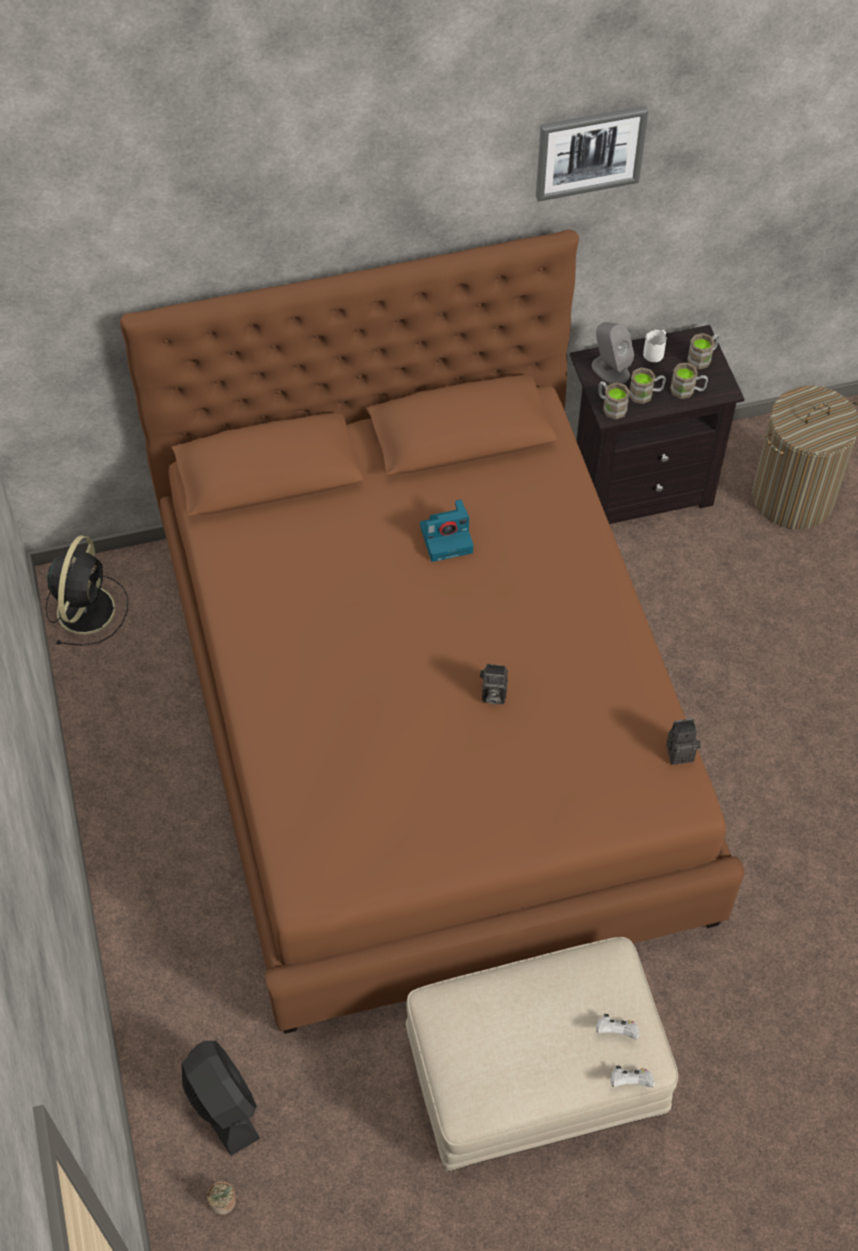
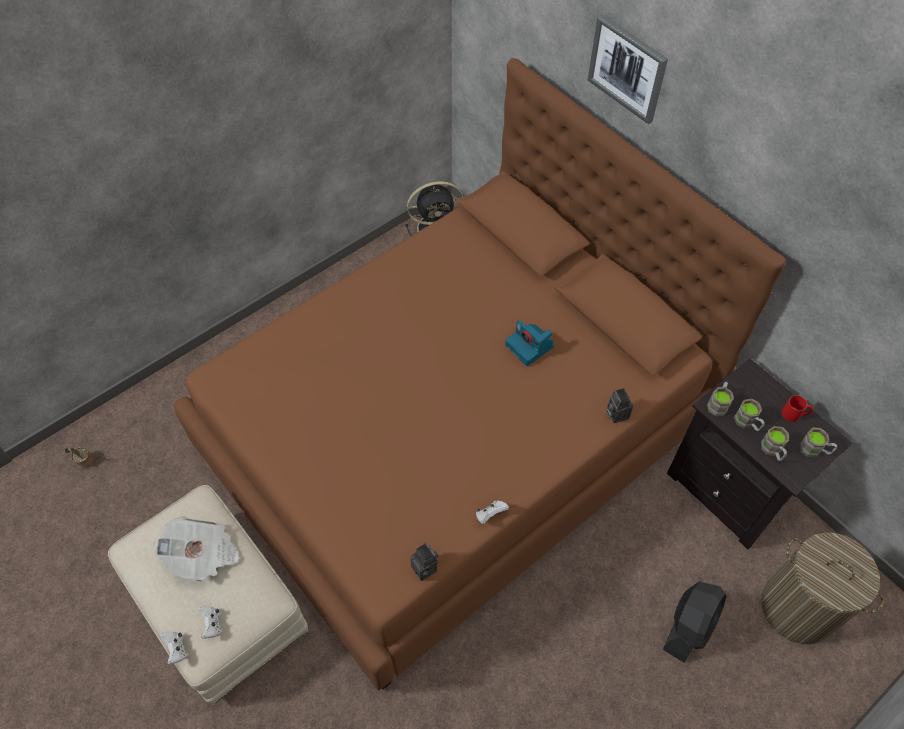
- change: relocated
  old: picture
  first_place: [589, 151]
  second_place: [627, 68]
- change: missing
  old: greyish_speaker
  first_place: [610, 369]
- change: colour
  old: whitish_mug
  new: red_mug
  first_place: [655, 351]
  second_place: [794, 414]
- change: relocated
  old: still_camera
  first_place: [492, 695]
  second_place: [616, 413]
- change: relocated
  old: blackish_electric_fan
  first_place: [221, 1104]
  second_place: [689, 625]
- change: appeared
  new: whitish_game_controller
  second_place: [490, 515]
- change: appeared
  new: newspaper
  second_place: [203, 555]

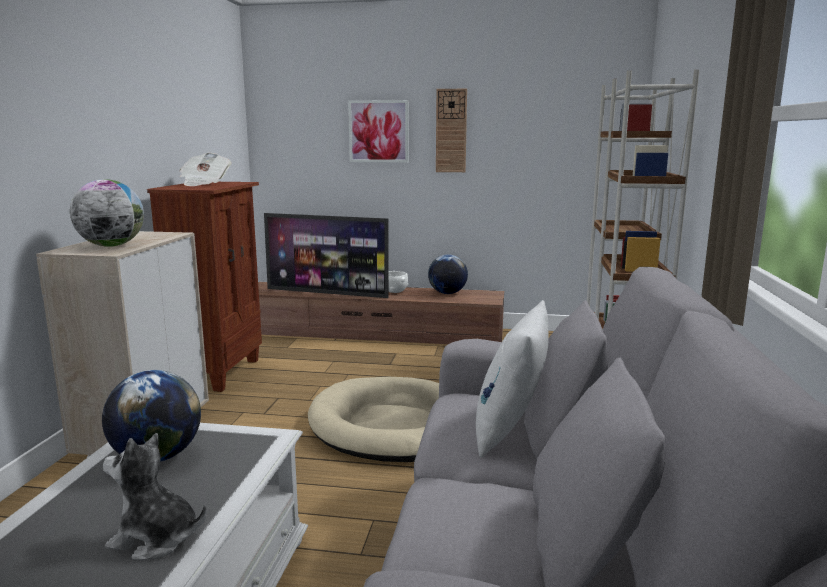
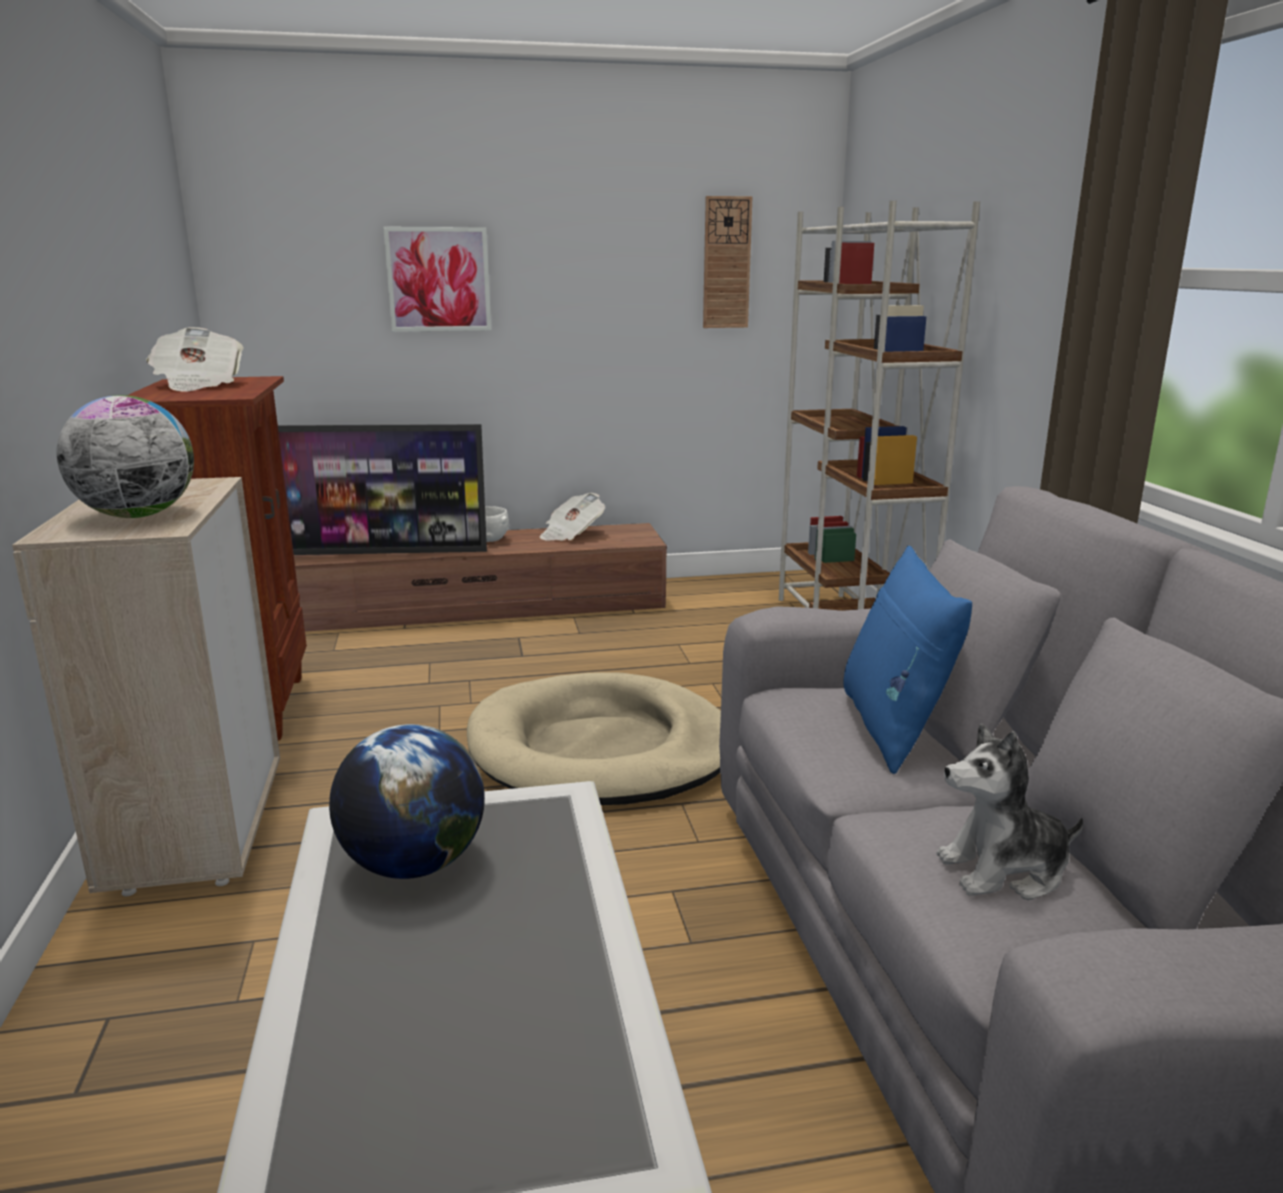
- change: relocated
  old: hanging_clock
  first_place: [451, 131]
  second_place: [726, 263]
- change: exchanged
  old: world_globe
  new: newspaper
  first_place: [447, 293]
  second_place: [571, 535]
- change: colour
  old: greyish_pillow
  new: blue-coloured_pillow
  first_place: [510, 430]
  second_place: [893, 730]
- change: relocated
  old: plush_toy
  first_place: [155, 539]
  second_place: [1004, 870]

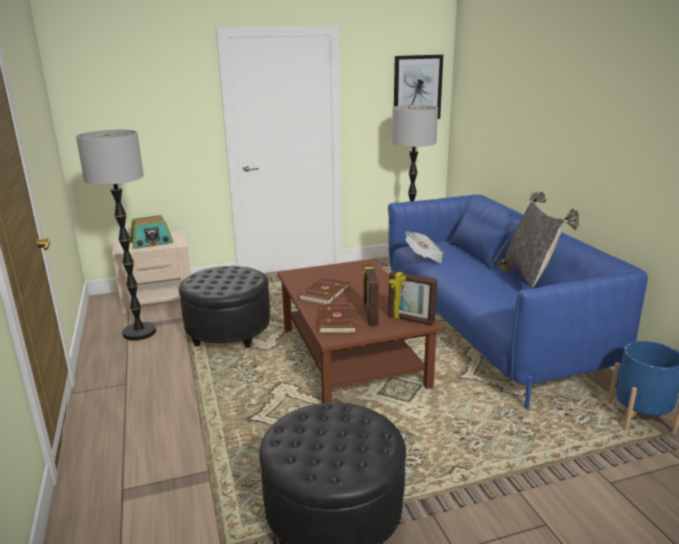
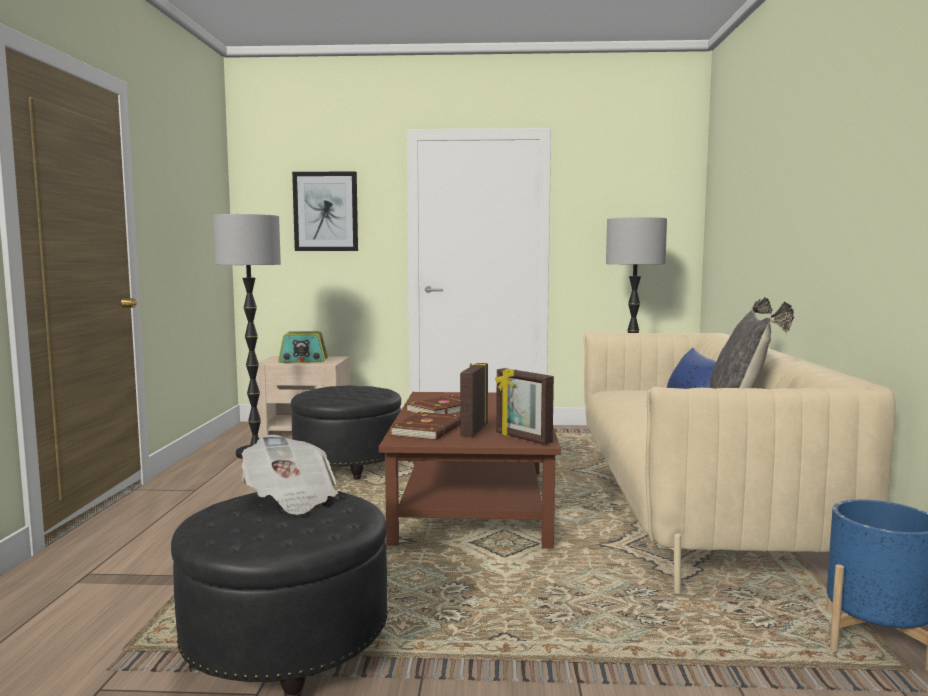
- change: relocated
  old: picture
  first_place: [417, 88]
  second_place: [325, 211]
- change: colour
  old: blue-coloured_couch
  new: sand-coloured_couch
  first_place: [487, 328]
  second_place: [691, 504]
- change: relocated
  old: newspaper
  first_place: [424, 257]
  second_place: [290, 498]

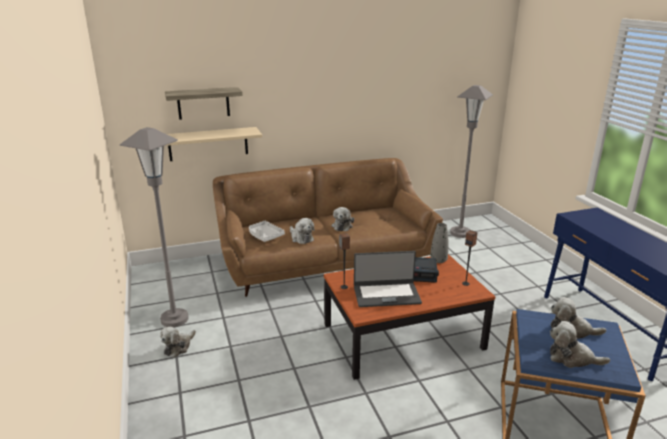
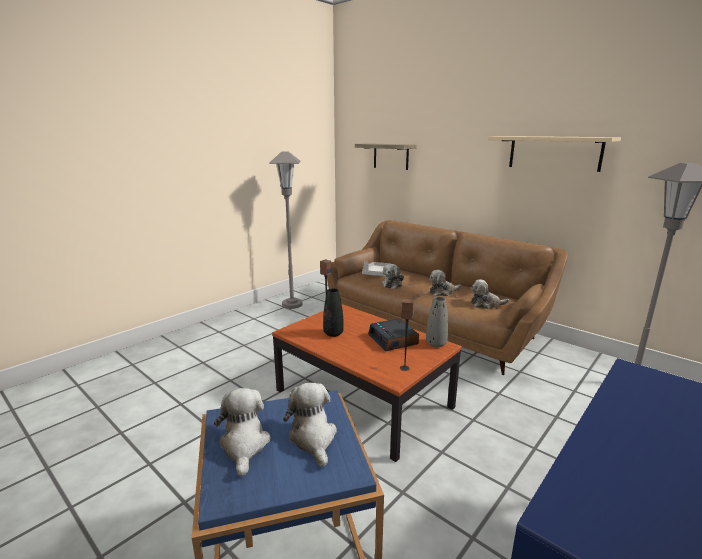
- change: relocated
  old: sand-coloured_bracket_shelf
  first_place: [208, 144]
  second_place: [554, 153]
- change: exchanged
  old: laptop
  new: blackish_decorative_vase
  first_place: [386, 294]
  second_place: [333, 333]
- change: relocated
  old: plush_toy
  first_place: [178, 347]
  second_place: [486, 304]

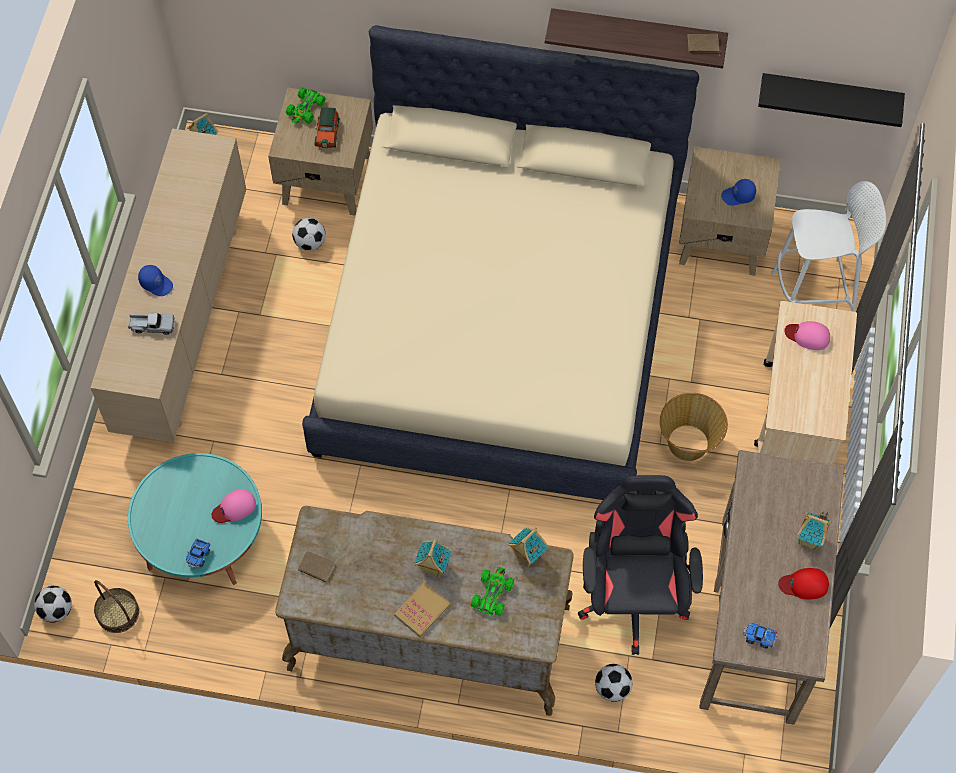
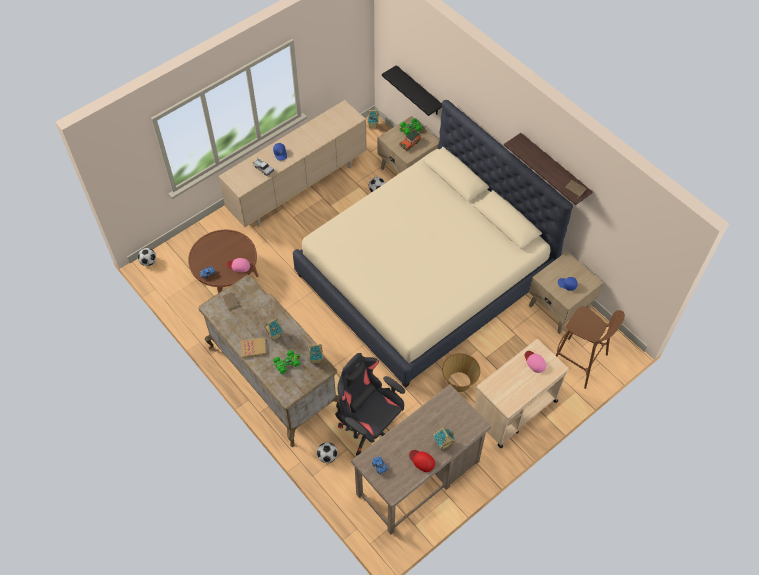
- change: relocated
  old: blackish_bracket_shelf
  first_place: [830, 94]
  second_place: [419, 91]
- change: colour
  old: whitish_stool_seat
  new: brown-coloured_stool_seat
  first_place: [814, 295]
  second_place: [579, 362]
- change: colour
  old: turquoise_low_table
  new: brown-coloured_low_table
  first_place: [202, 536]
  second_place: [226, 274]
- change: spun
  old: blackish_desk_chair
  first_place: [633, 602]
  second_place: [370, 428]
  degrees: -90
- change: missing
  old: basket
  first_place: [117, 613]

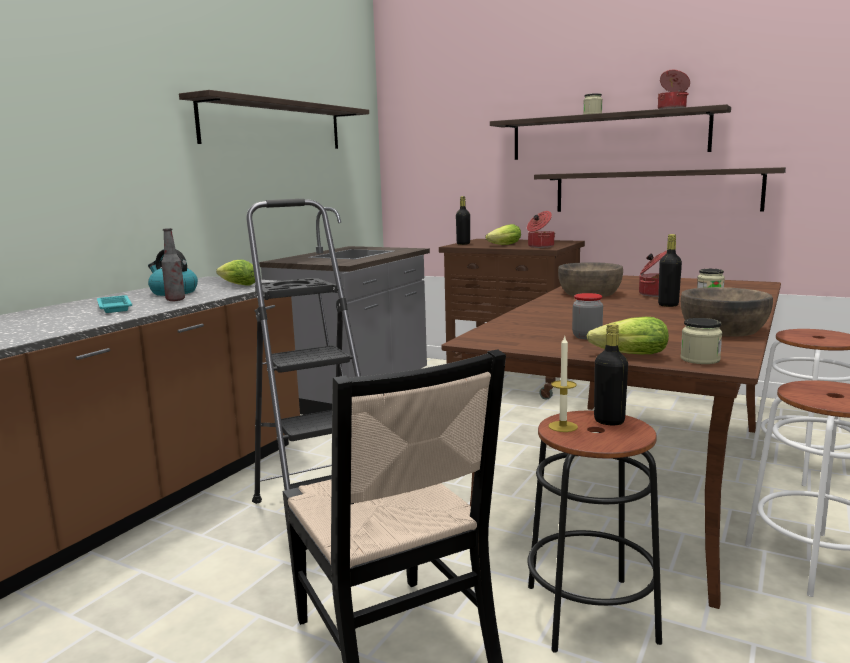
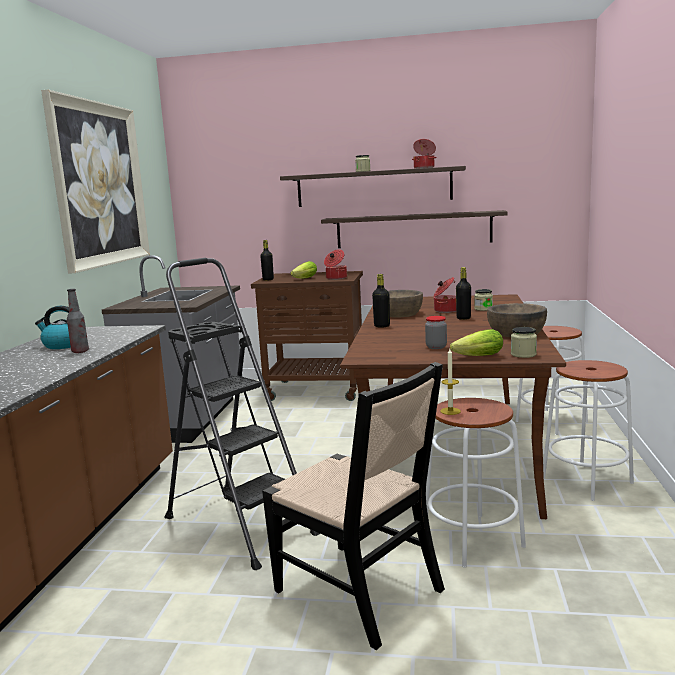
- change: exchanged
  old: bracket_shelf
  new: picture
  first_place: [274, 125]
  second_place: [100, 184]
- change: missing
  old: head_of_lettuce
  first_place: [236, 285]
- change: missing
  old: turquoise_carrying_tray
  first_place: [114, 307]
- change: relocated
  old: blackish_beverage_bottle
  first_place: [609, 421]
  second_place: [382, 326]
- change: colour
  old: blackish_stool_seat
  new: whitish_stool_seat
  first_place: [590, 613]
  second_place: [472, 539]

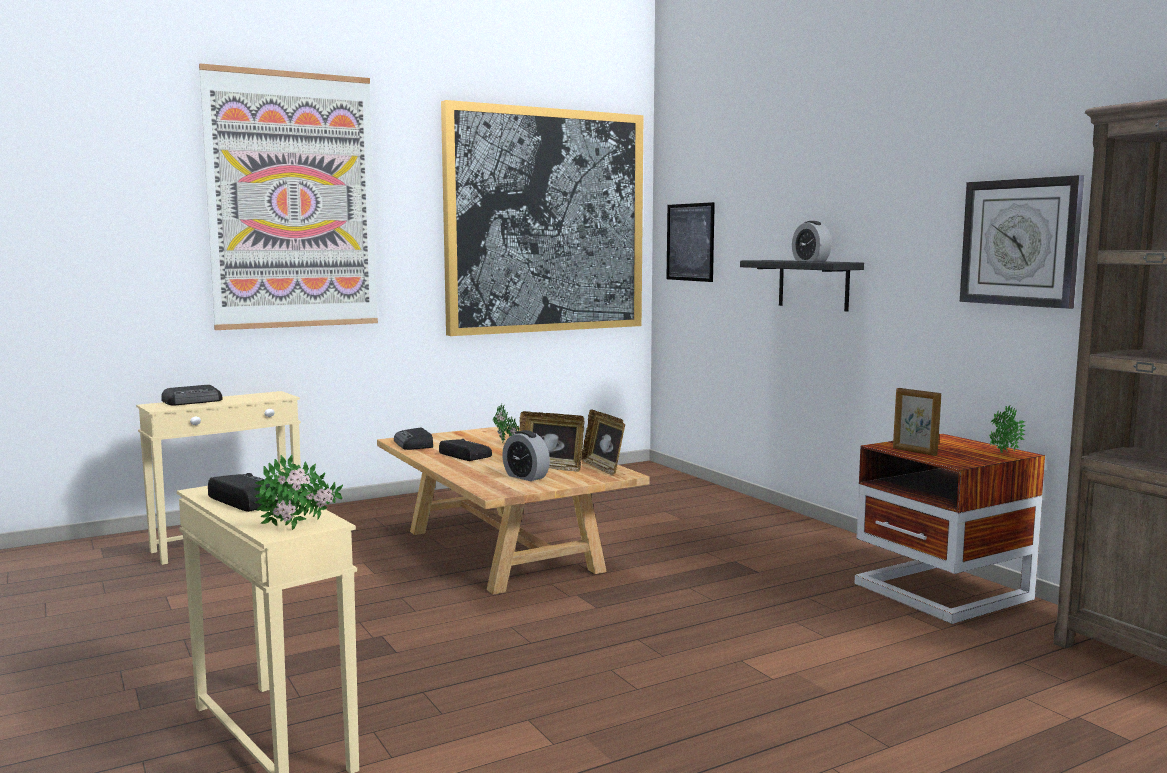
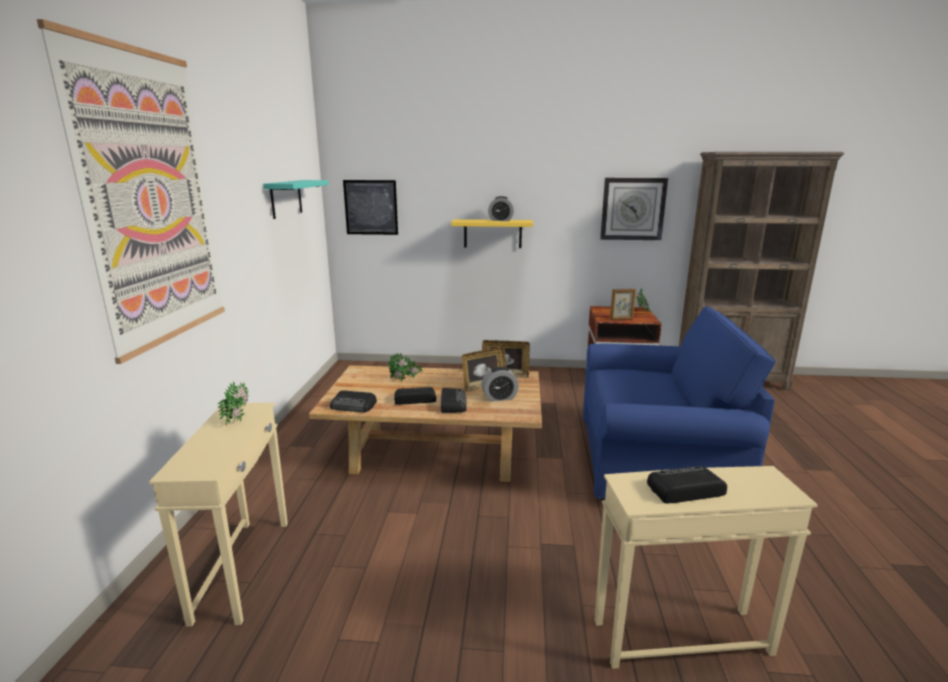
- change: exchanged
  old: picture
  new: turquoise_bracket_shelf
  first_place: [545, 221]
  second_place: [286, 198]
- change: colour
  old: blackish_bracket_shelf
  new: yellow_bracket_shelf
  first_place: [813, 284]
  second_place: [492, 233]
- change: relocated
  old: radio_set
  first_place: [193, 401]
  second_place: [452, 403]
- change: relocated
  old: plant_in_a_pot
  first_place: [301, 527]
  second_place: [240, 419]
- change: appeared
  new: blue-coloured_easy_chair
  second_place: [654, 463]

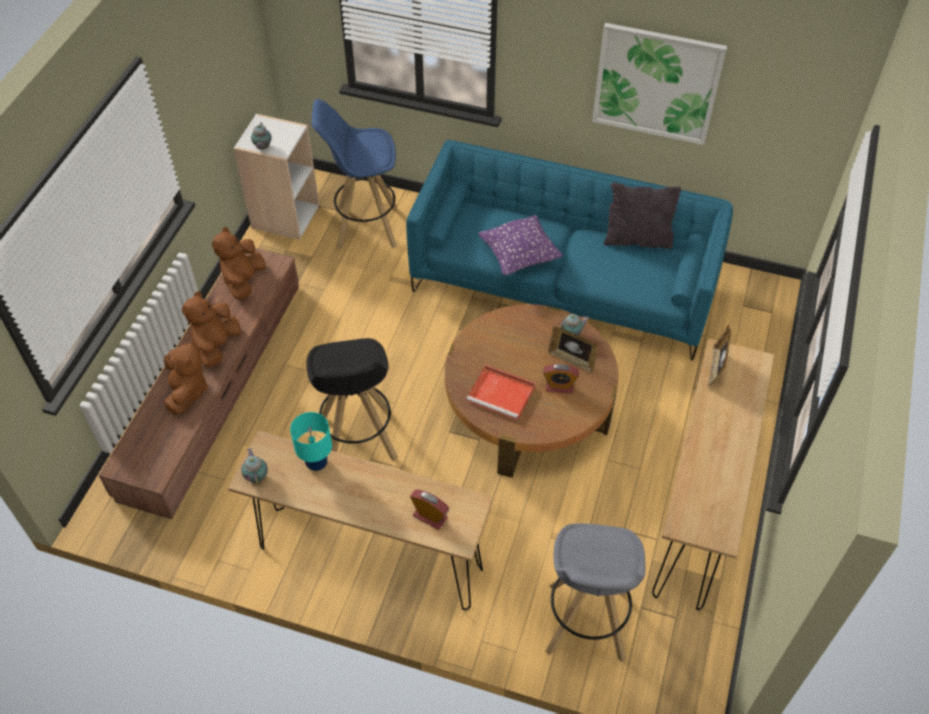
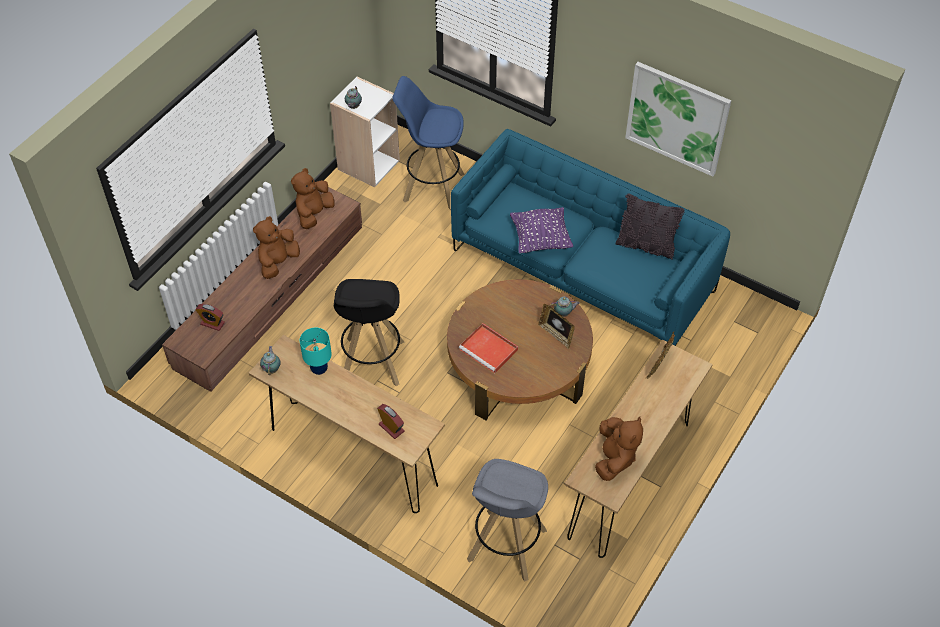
- change: relocated
  old: brown-coloured_plush_toy
  first_place: [187, 391]
  second_place: [614, 458]
- change: relocated
  old: alarm_clock
  first_place: [559, 386]
  second_place: [212, 323]

